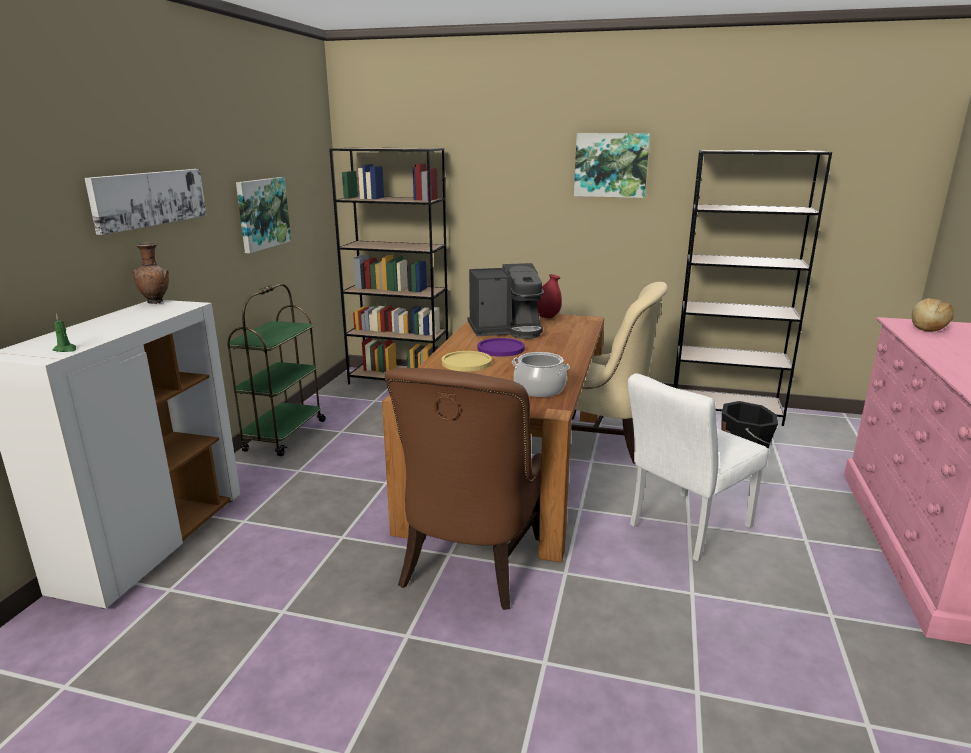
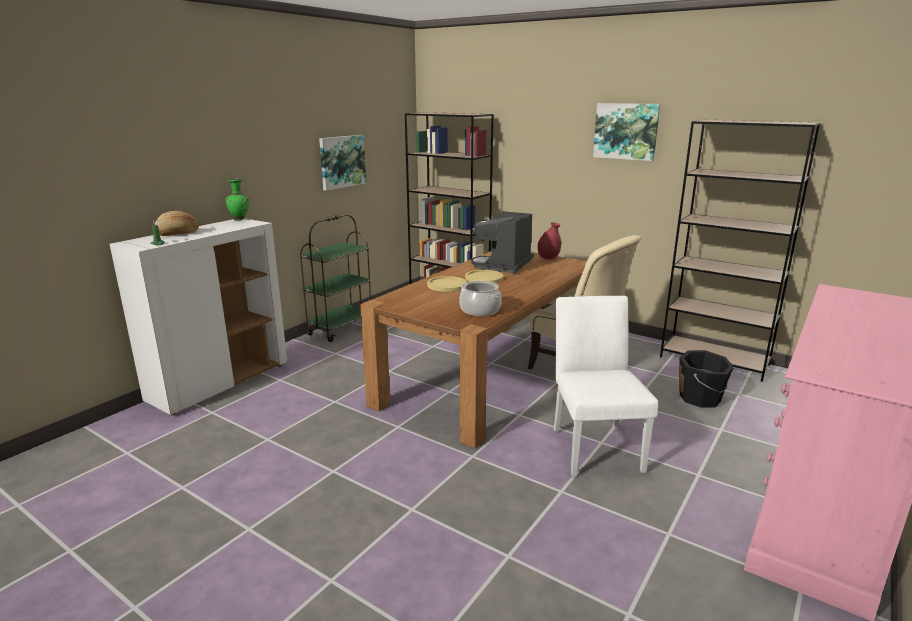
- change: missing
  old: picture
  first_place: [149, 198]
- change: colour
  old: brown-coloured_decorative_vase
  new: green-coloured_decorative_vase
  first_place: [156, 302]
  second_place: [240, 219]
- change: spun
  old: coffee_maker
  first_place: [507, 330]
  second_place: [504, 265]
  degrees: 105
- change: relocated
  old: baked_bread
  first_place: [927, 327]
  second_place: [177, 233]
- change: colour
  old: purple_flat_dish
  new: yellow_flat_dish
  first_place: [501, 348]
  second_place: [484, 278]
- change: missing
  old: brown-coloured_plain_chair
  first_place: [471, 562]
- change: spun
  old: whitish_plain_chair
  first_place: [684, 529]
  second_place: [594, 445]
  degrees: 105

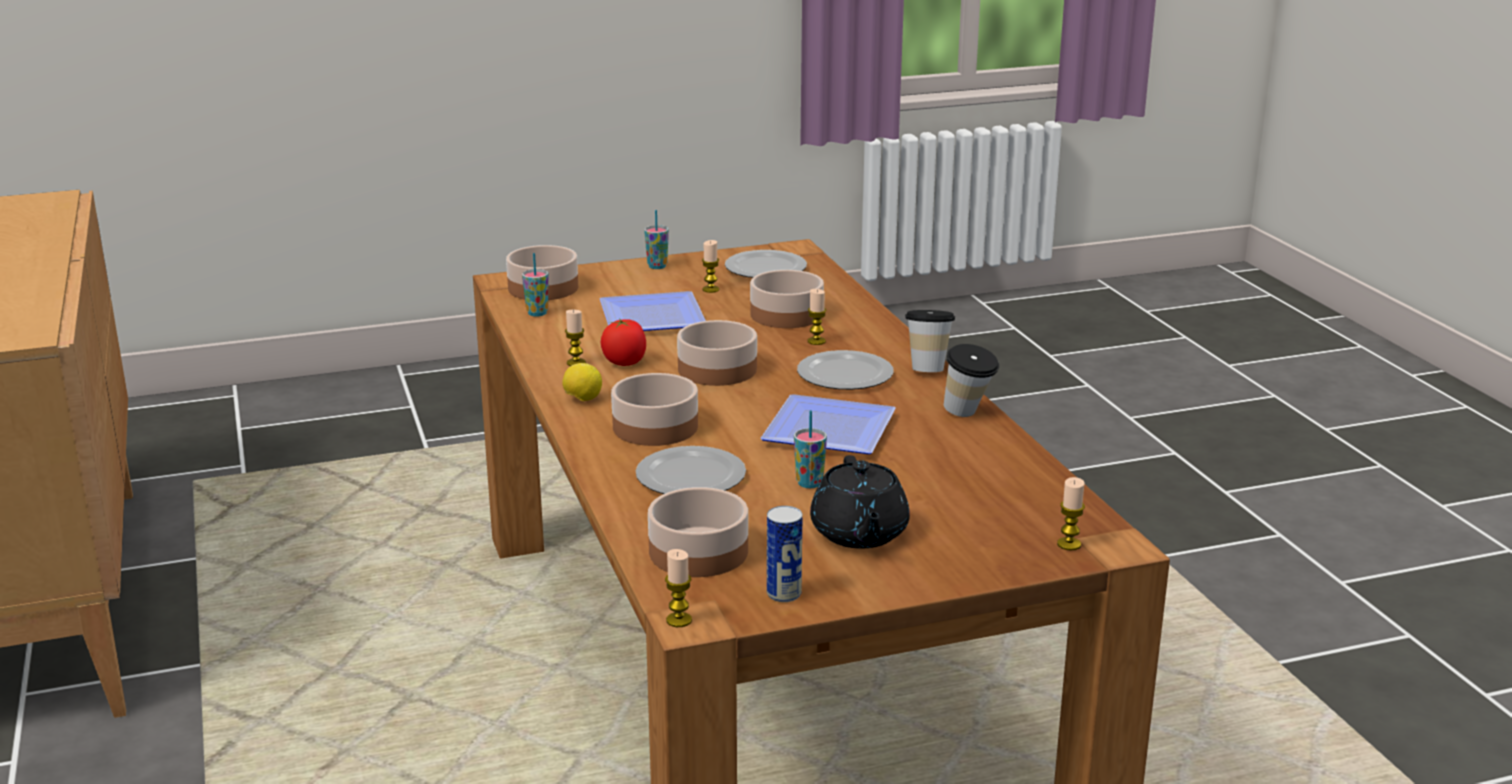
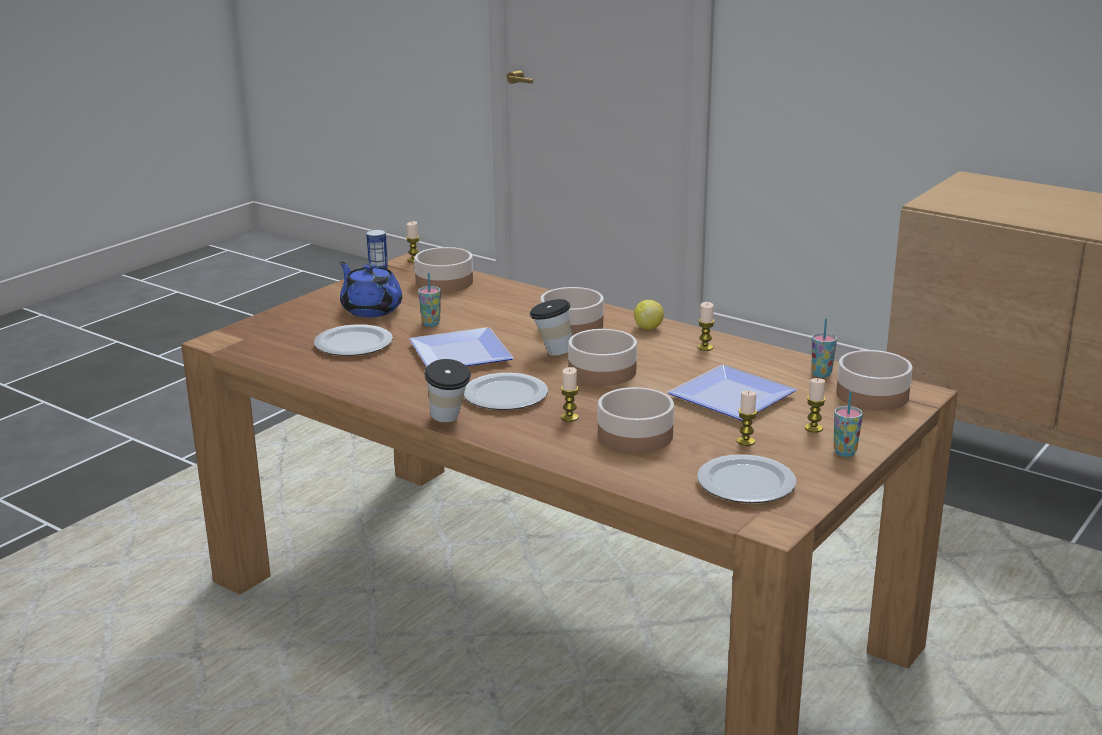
- change: missing
  old: whole_tomato
  first_place: [625, 363]
- change: relocated
  old: drinking_cup
  first_place: [968, 414]
  second_place: [551, 352]
- change: relocated
  old: flat_dish
  first_place: [692, 477]
  second_place: [352, 344]
- change: colour
  old: blackish_teapot
  new: blue-coloured_teapot
  first_place: [859, 534]
  second_place: [371, 309]
- change: relocated
  old: wax_candle
  first_place: [1069, 544]
  second_place: [813, 428]

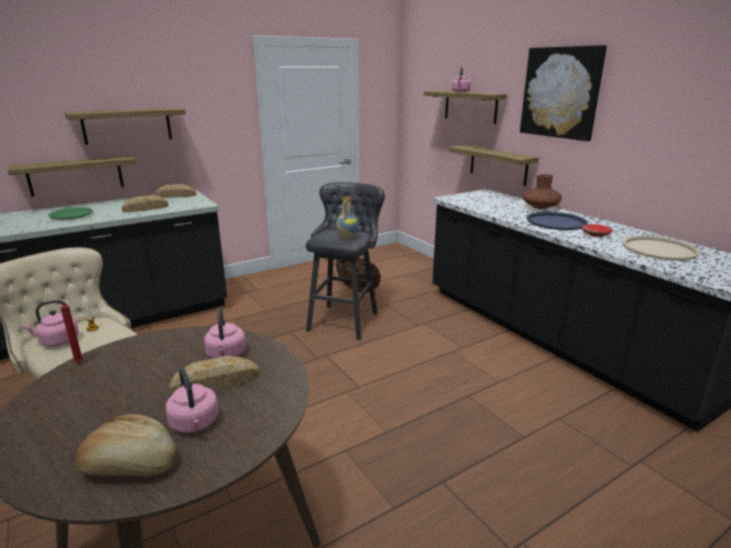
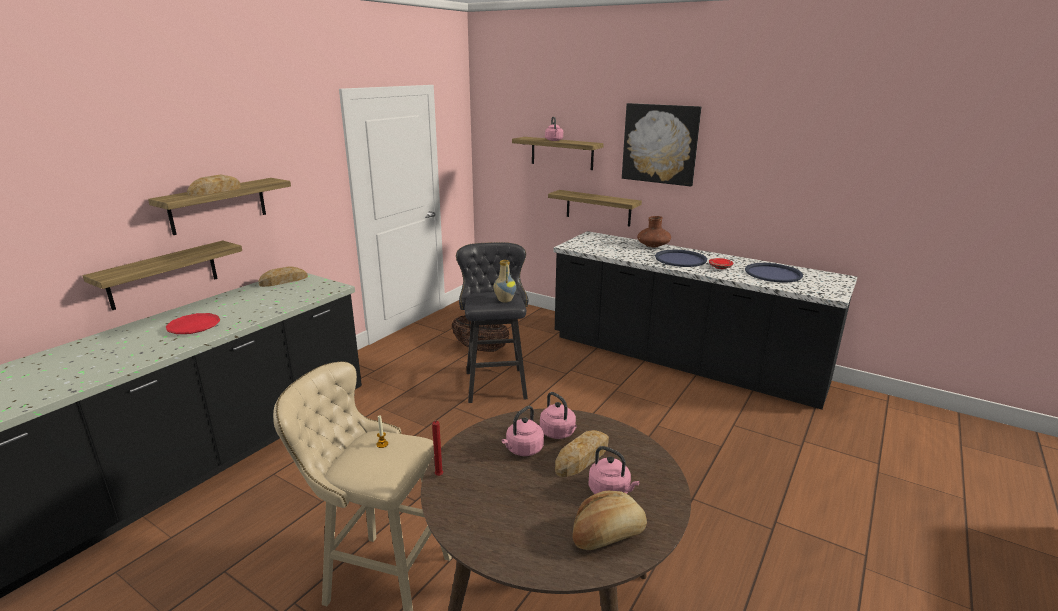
- change: relocated
  old: baked_bread
  first_place: [145, 208]
  second_place: [215, 191]
- change: colour
  old: green-coloured_flat_dish
  new: red_flat_dish
  first_place: [71, 216]
  second_place: [194, 327]
- change: colour
  old: sand-coloured_carrying_tray
  new: blue-coloured_carrying_tray
  first_place: [659, 249]
  second_place: [773, 273]
- change: relocated
  old: pinkish_water_kettle
  first_place: [57, 341]
  second_place: [523, 450]

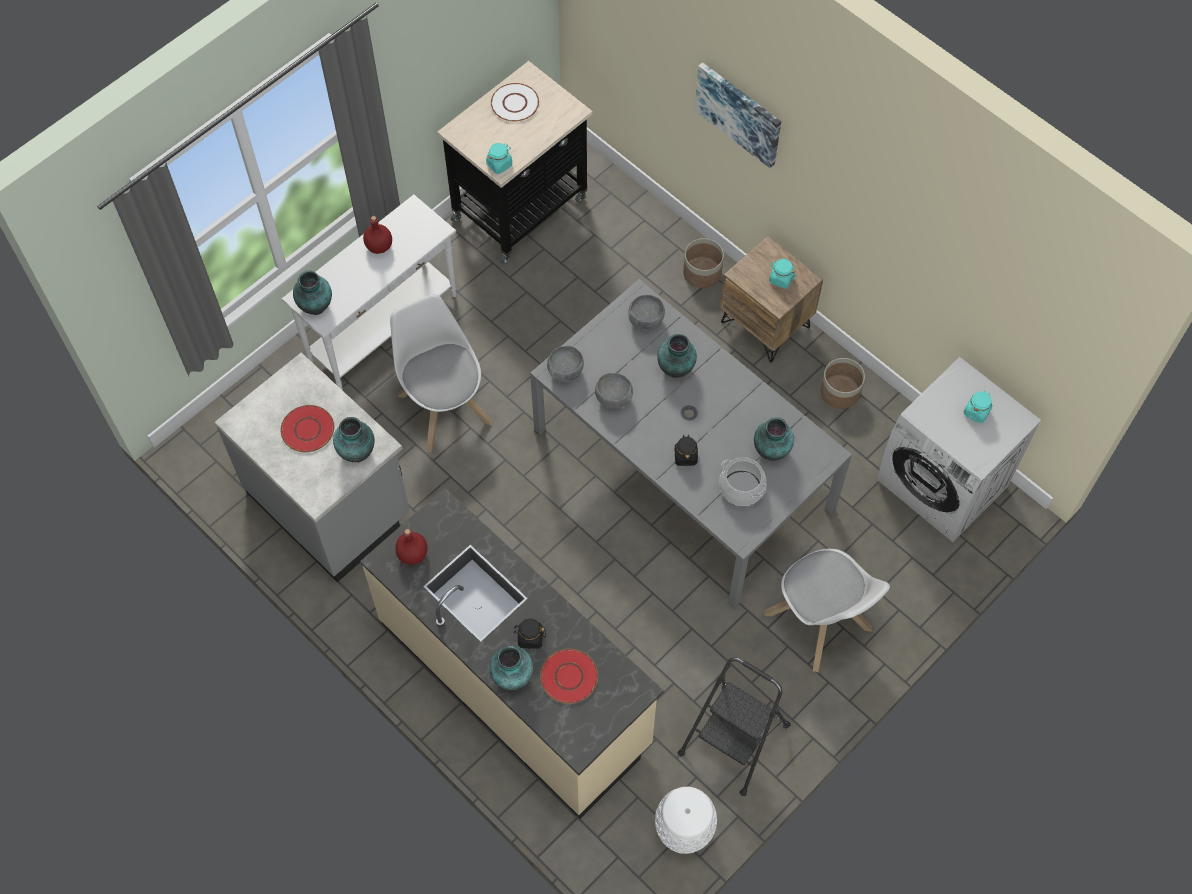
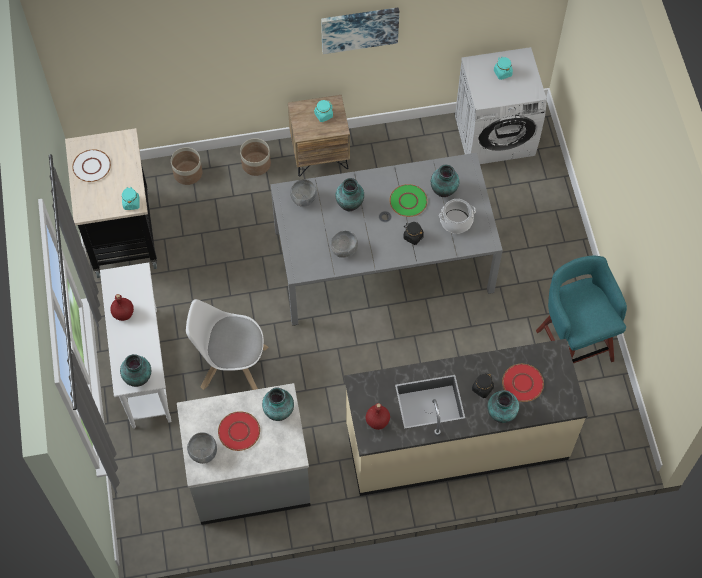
- change: relocated
  old: picture
  first_place: [739, 113]
  second_place: [359, 28]
- change: relocated
  old: greyish_deep_dish
  first_place: [565, 372]
  second_place: [203, 453]
- change: relocated
  old: plant_pot
  first_place: [840, 392]
  second_place: [188, 173]
- change: missing
  old: plain_chair
  first_place: [820, 624]
- change: exchanged
  old: blackish_step_stool
  new: turquoise_stool_seat
  first_place: [736, 736]
  second_place: [573, 343]
- change: missing
  old: whitish_stool_seat
  first_place: [683, 830]
- change: appeared
  new: green-coloured_flat_dish
  second_place: [408, 201]

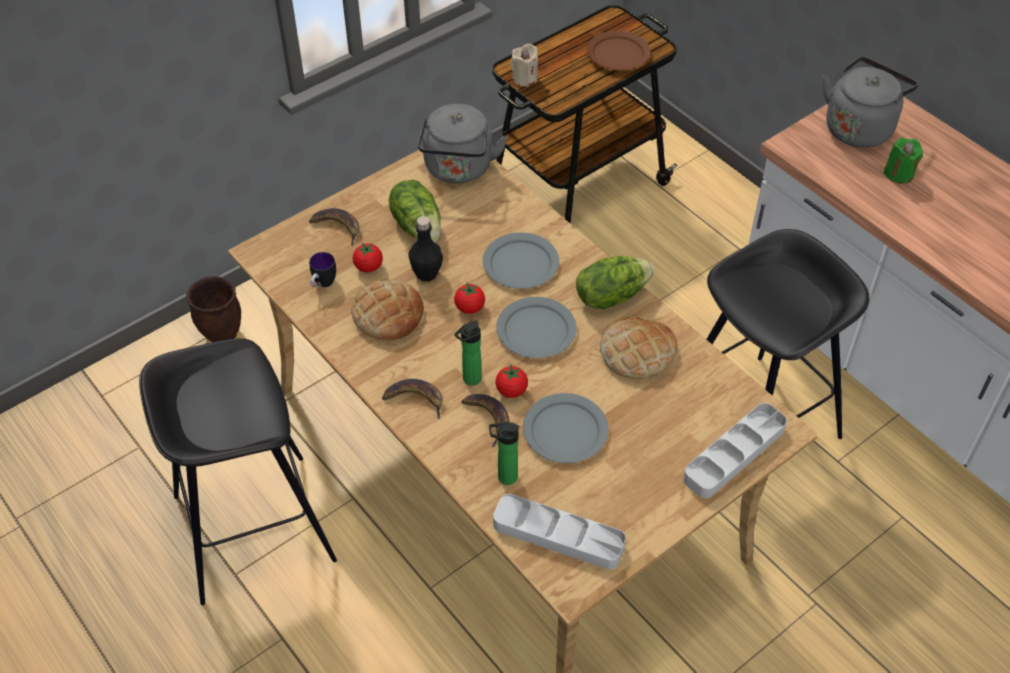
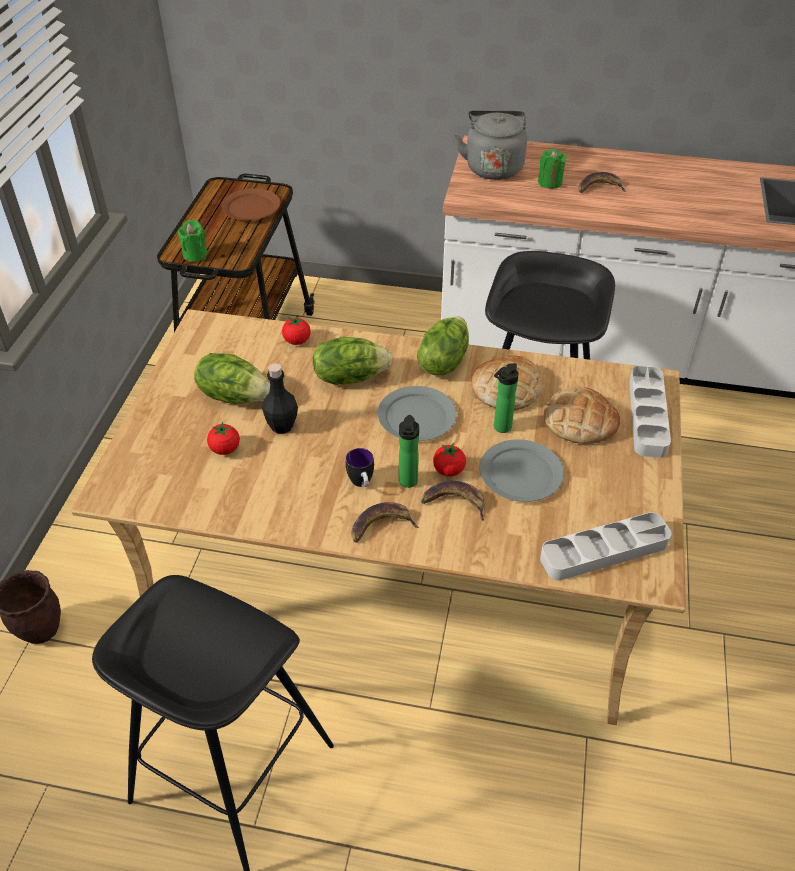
- change: colour
  old: sand-coloured_wax_candle
  new: green-coloured_wax_candle
  first_place: [525, 78]
  second_place: [195, 255]
- change: missing
  old: greyish_water_kettle
  first_place: [458, 170]
- change: relocated
  old: banana
  first_place: [337, 227]
  second_place: [599, 187]
- change: exchanged
  old: greyish_flat_dish
  new: head_of_lettuce
  first_place: [520, 263]
  second_place: [349, 376]
- change: relocated
  old: mug
  first_place: [322, 285]
  second_place: [362, 484]
- change: relocated
  old: baked_bread
  first_place: [388, 314]
  second_place: [580, 421]
- change: relocated
  old: whole_tomato
  first_place: [470, 308]
  second_place: [297, 341]
- change: relocated
  old: beverage_bottle
  first_place: [504, 477]
  second_place: [500, 428]

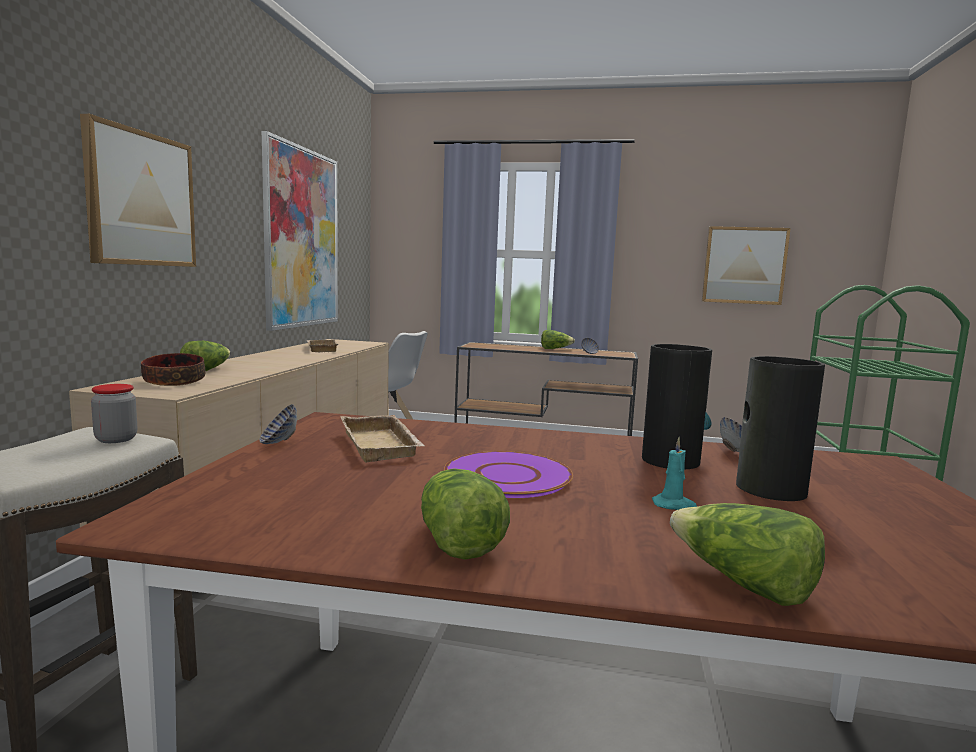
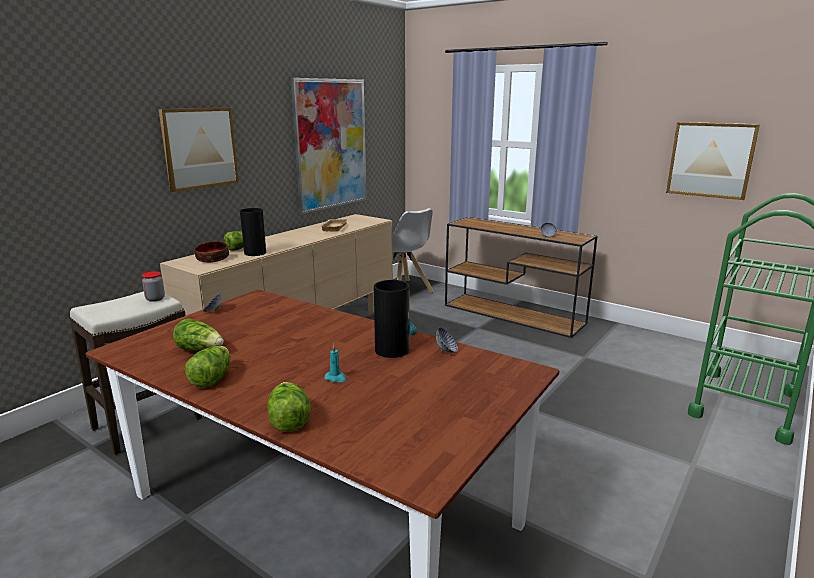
- change: relocated
  old: head_of_lettuce
  first_place: [555, 349]
  second_place: [200, 350]
- change: relocated
  old: decorative_vase
  first_place: [769, 489]
  second_place: [255, 253]
- change: missing
  old: sand-coloured_carrying_tray
  first_place: [383, 445]
- change: missing
  old: purple_flat_dish
  first_place: [507, 476]

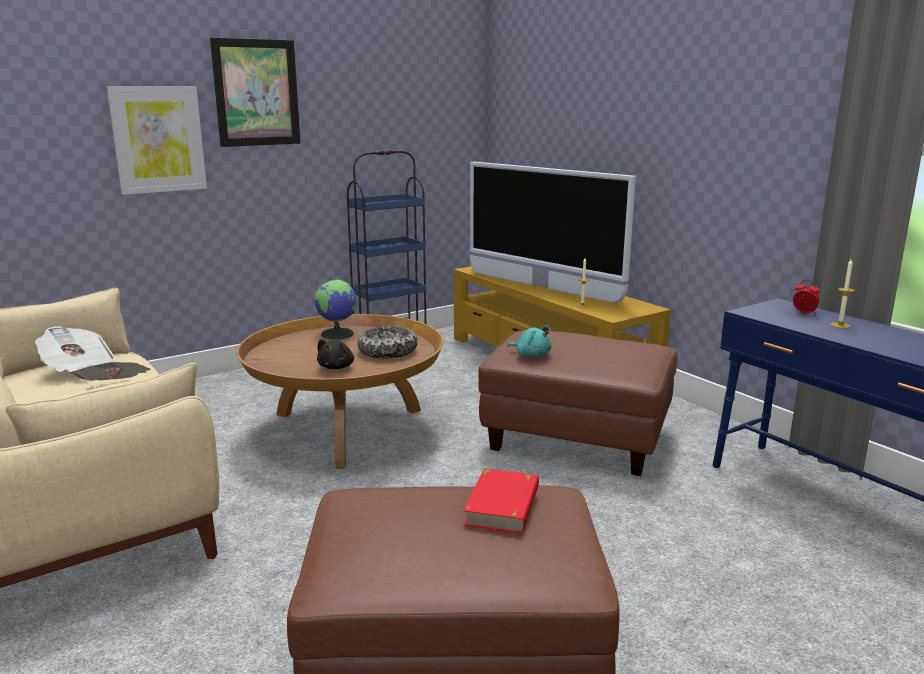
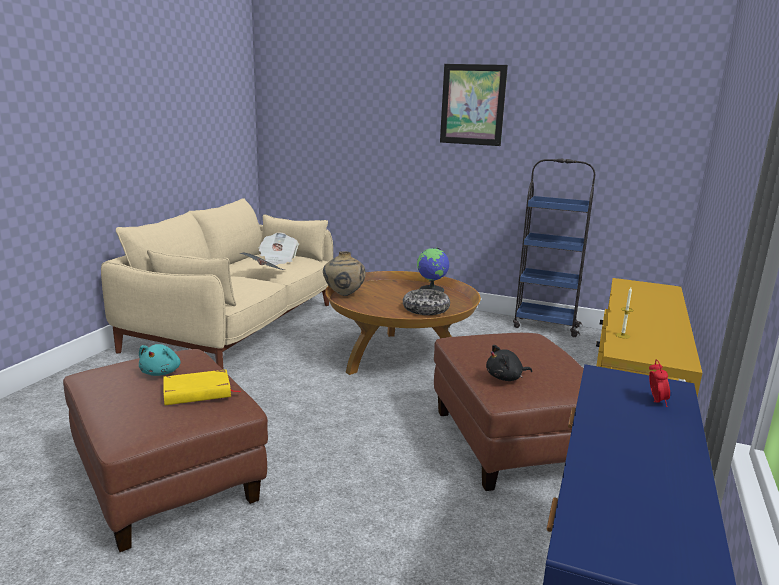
- change: missing
  old: picture
  first_place: [158, 139]
- change: missing
  old: TV
  first_place: [542, 287]
- change: missing
  old: wax_candle
  first_place: [840, 325]
- change: relocated
  old: turquoise_plush_toy
  first_place: [531, 355]
  second_place: [161, 372]
- change: relocated
  old: blackish_plush_toy
  first_place: [337, 367]
  second_place: [506, 378]
- change: colour
  old: red_volume
  new: yellow_volume
  first_place: [503, 506]
  second_place: [197, 392]
- change: appeared
  new: sand-coloured_decorative_vase
  second_place: [343, 295]

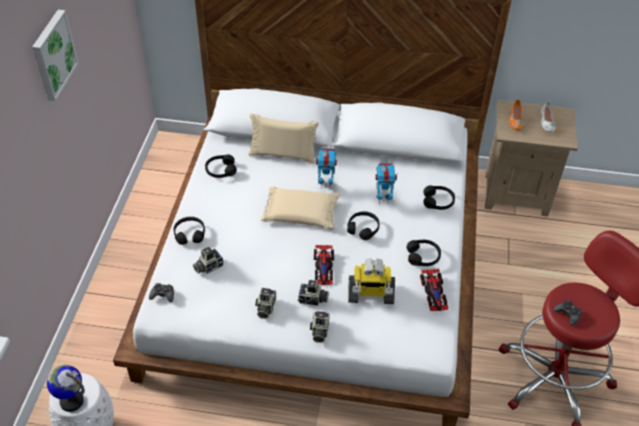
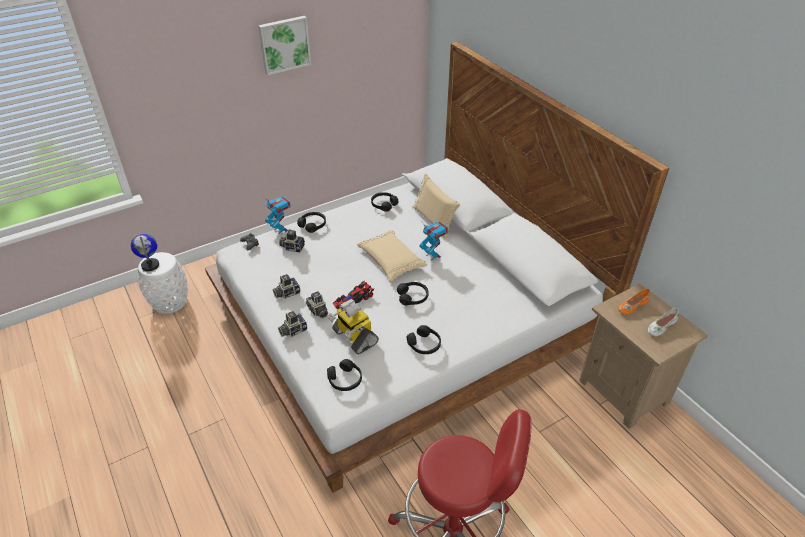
- change: relocated
  old: toy_robot
  first_place: [383, 199]
  second_place: [280, 229]
- change: relocated
  old: blackish_headset
  first_place: [438, 201]
  second_place: [345, 380]
- change: missing
  old: model_car
  first_place: [434, 292]
- change: missing
  old: blackish_game_controller
  first_place: [568, 314]

